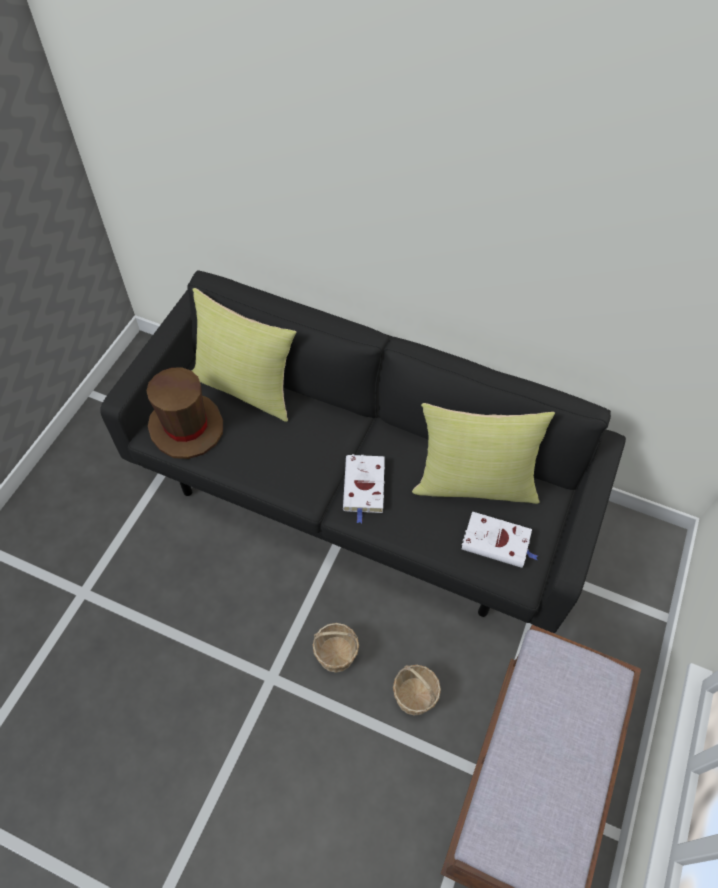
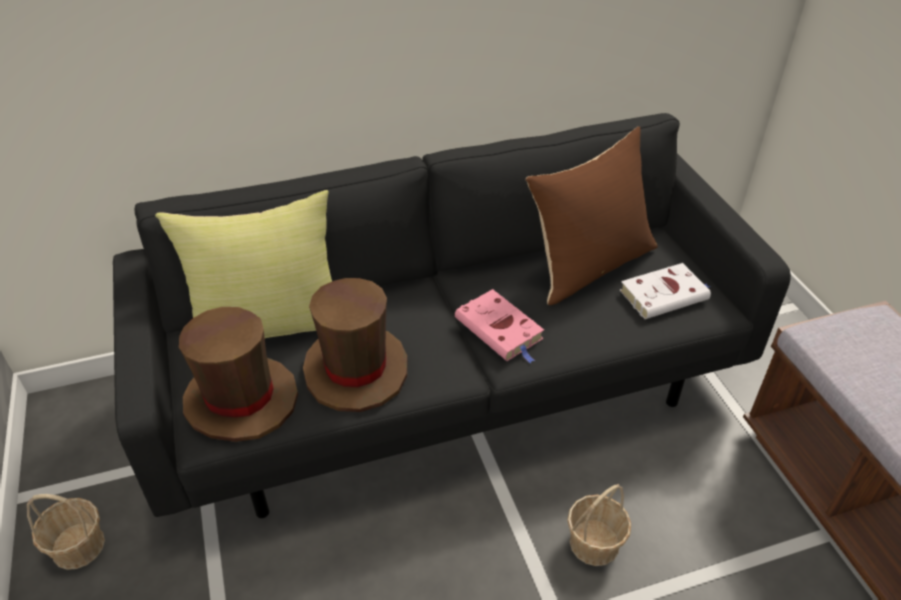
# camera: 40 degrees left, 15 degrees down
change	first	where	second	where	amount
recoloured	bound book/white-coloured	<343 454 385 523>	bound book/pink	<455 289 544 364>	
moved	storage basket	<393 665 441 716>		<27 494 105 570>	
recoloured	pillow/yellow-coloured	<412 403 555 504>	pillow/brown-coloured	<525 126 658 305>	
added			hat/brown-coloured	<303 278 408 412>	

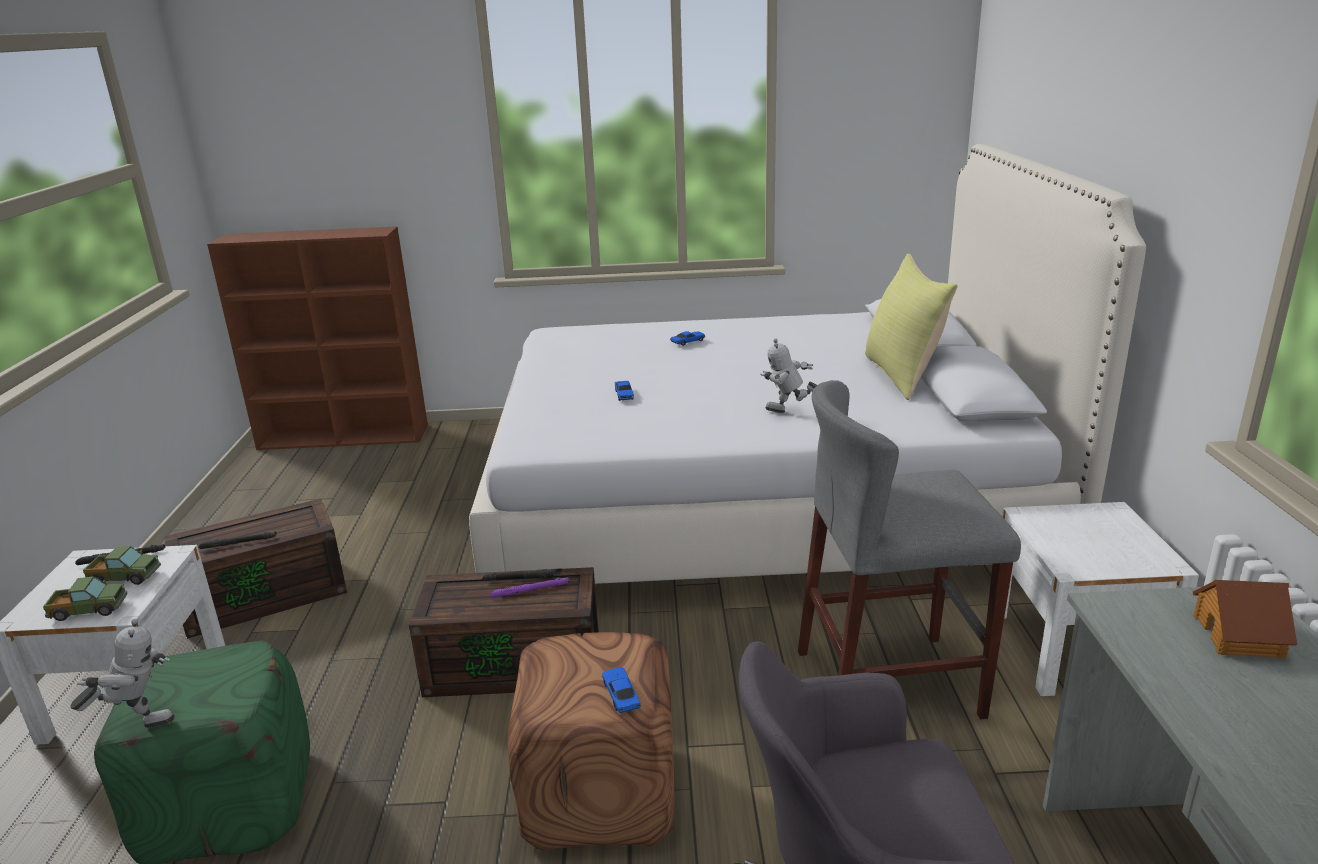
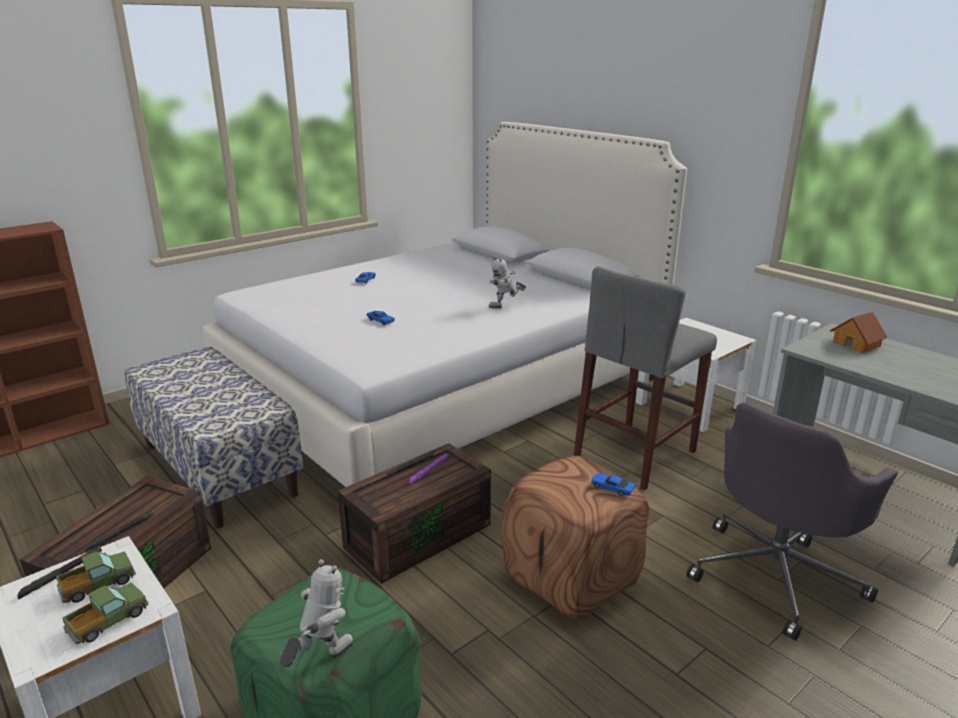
# camera: 40 degrees left, 0 degrees up
change	first	where	second	where	amount
removed	pillow/yellow-coloured	<865 254 958 400>			
added			long seat	<125 347 303 528>	

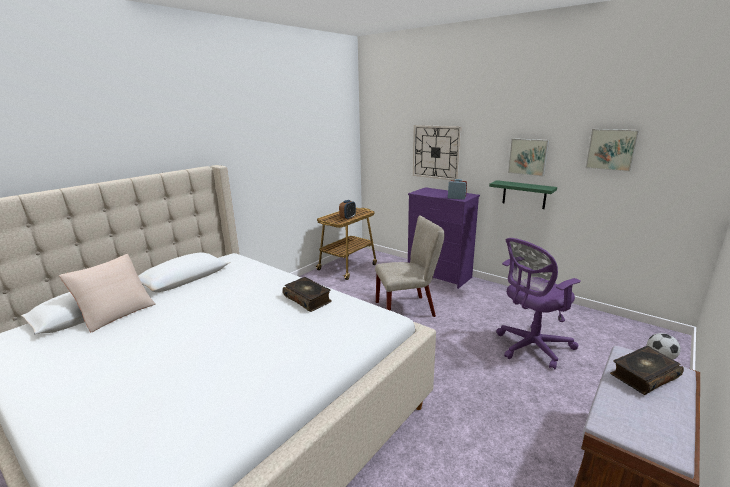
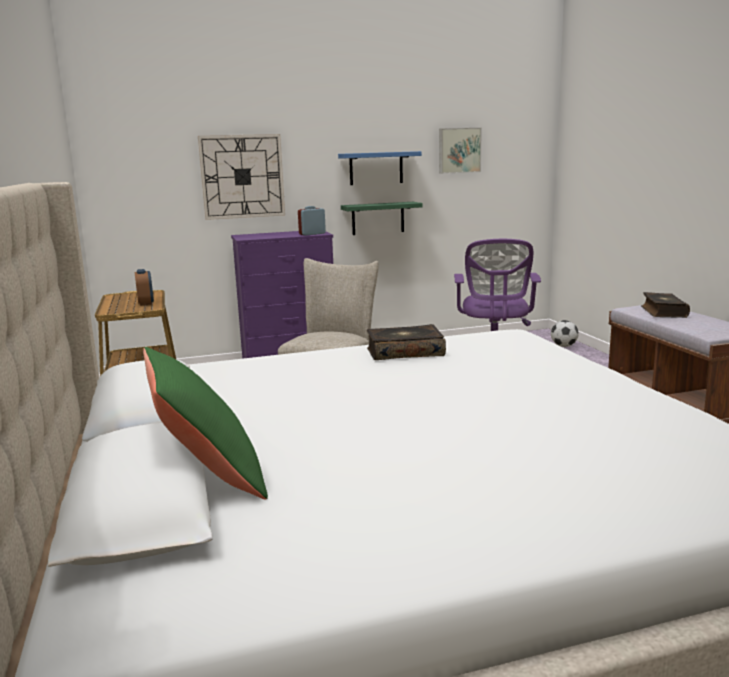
# camera: 55 degrees left, 5 degrees down
change	first	where	second	where	amount
recoloured	pillow/sand-coloured	<59 254 156 332>	pillow/greenish	<143 347 268 500>	
replaced	wall picture	<508 138 549 176>	wall shelf/blue-coloured	<338 151 422 185>	

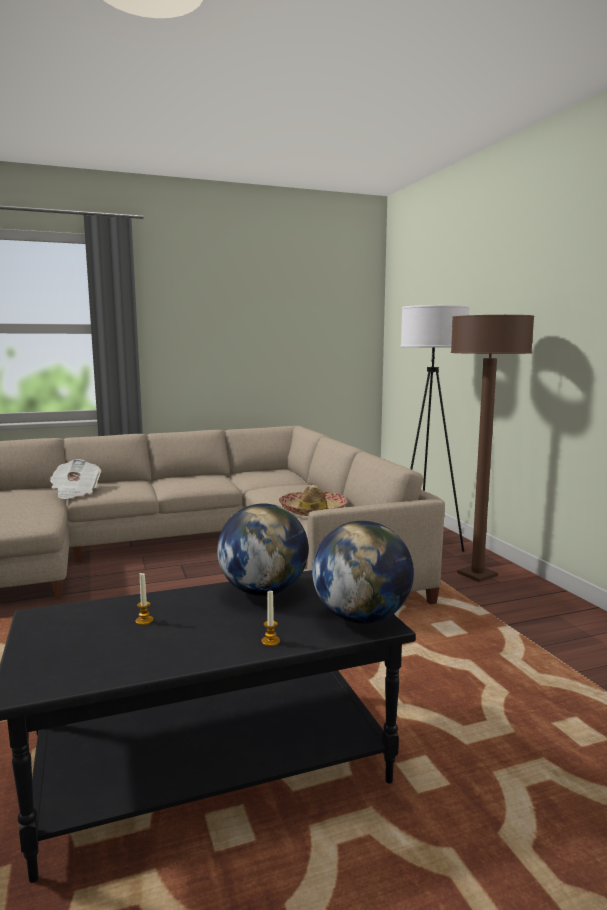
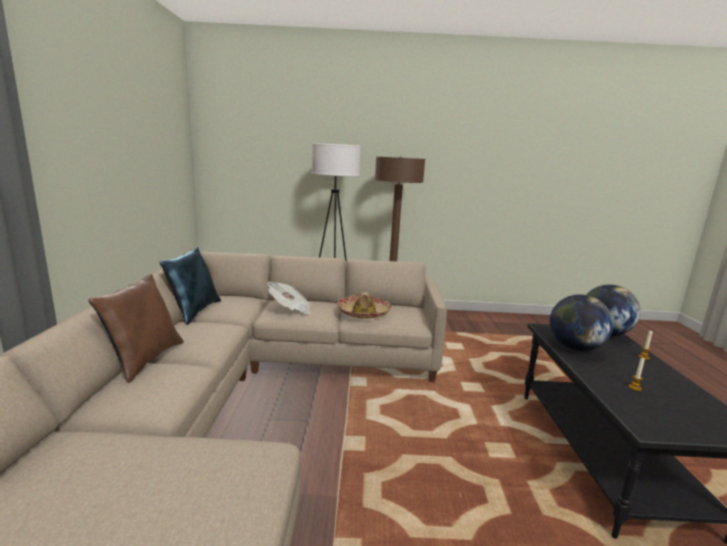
# camera: 70 degrees left, 5 degrees up
change	first	where	second	where	amount
moved	newspaper	<50 459 101 499>		<268 282 311 314>	
added			pillow/brown-coloured	<89 273 184 383>	
added			pillow/blue-coloured	<160 247 221 325>	

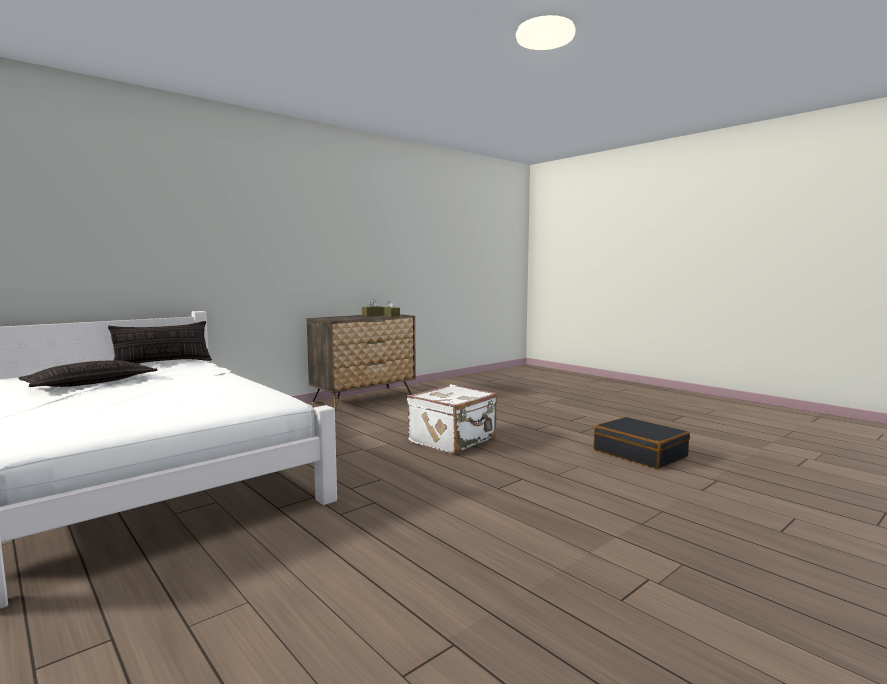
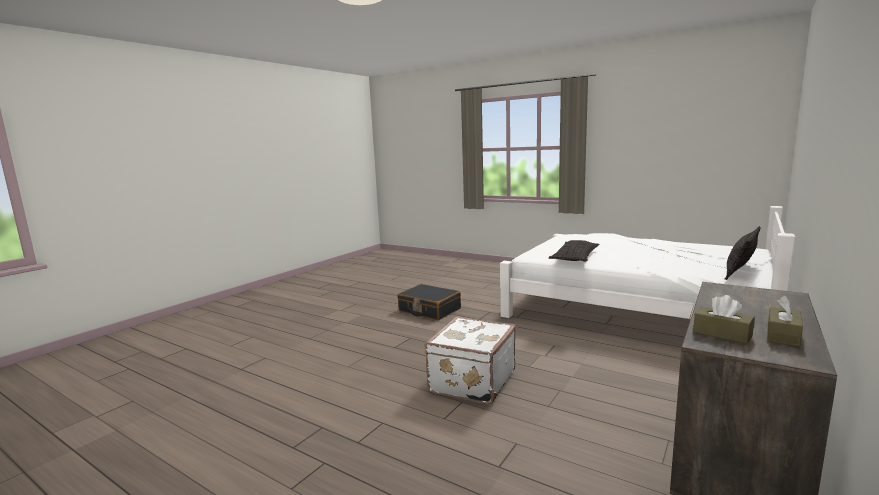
# camera: 165 degrees right, 5 degrees up
change	first	where	second	where	amount
moved	pillow	<19 360 157 387>		<549 240 599 262>	
moved	suitcase/blackish	<593 417 690 469>		<397 284 461 320>	

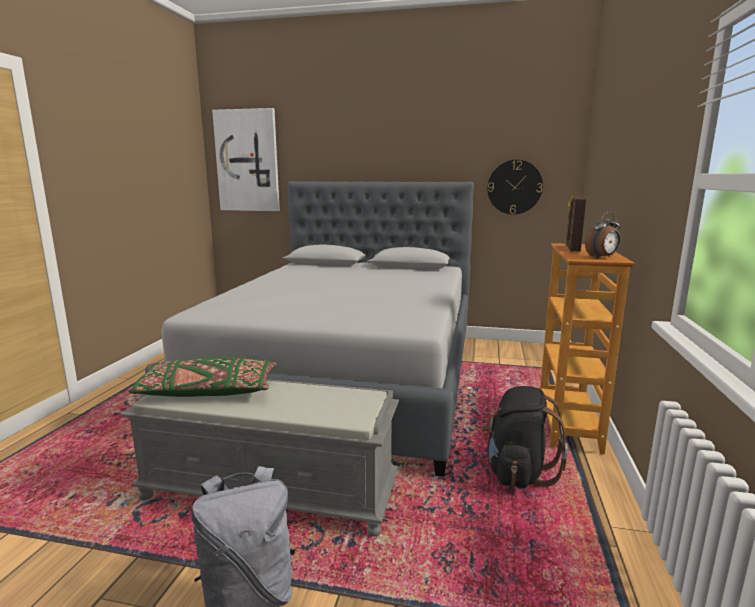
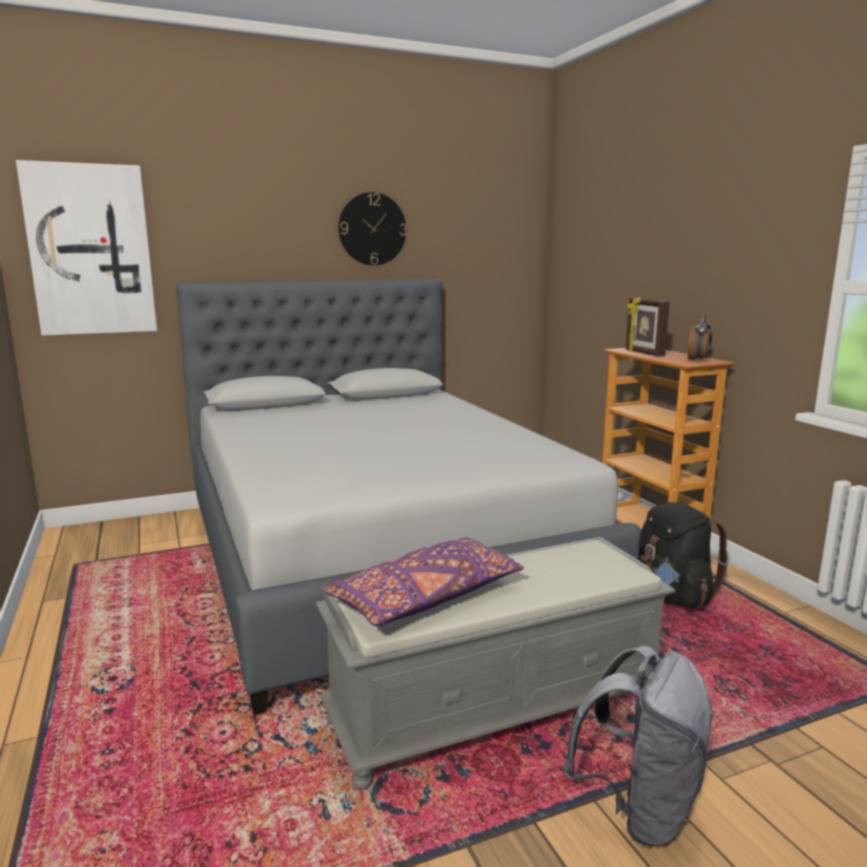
# camera: 35 degrees left, 0 degrees up
change	first	where	second	where	amount
recoloured	pillow/greenish	<128 357 277 397>	pillow/purple-coloured	<323 538 524 627>	
moved	hanging clock	<487 160 543 215>		<339 192 407 266>	

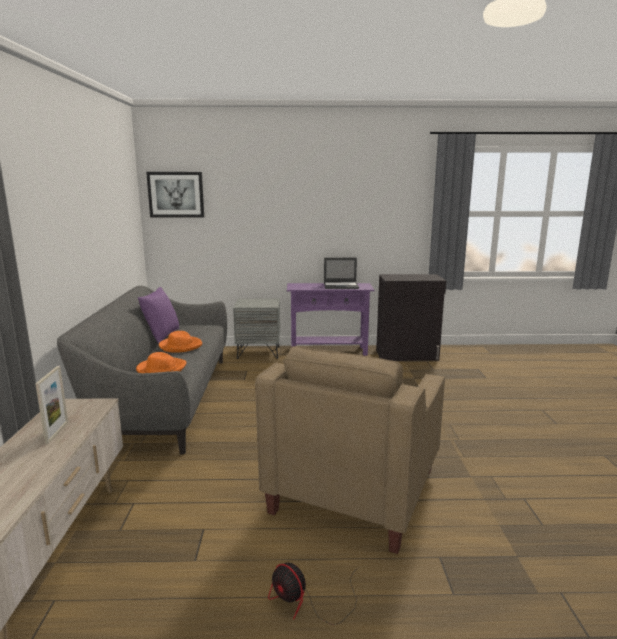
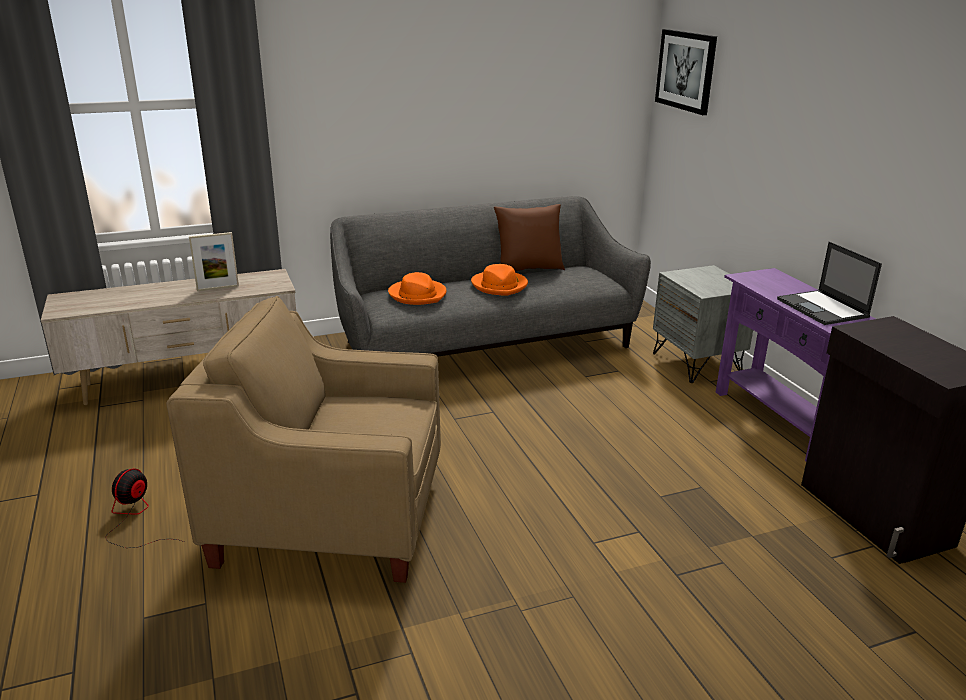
# camera: 70 degrees right, 10 degrees up
change	first	where	second	where	amount
recoloured	pillow/purple-coloured	<138 287 179 344>	pillow/brown-coloured	<494 204 565 271>	

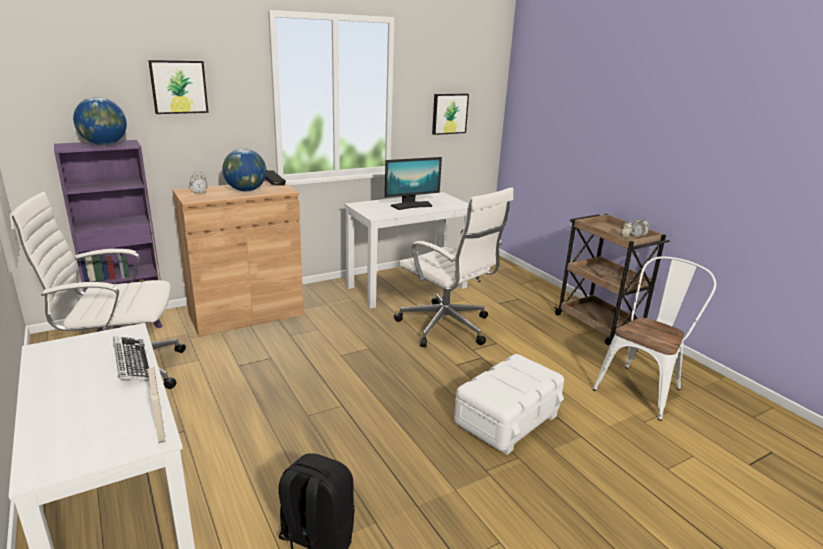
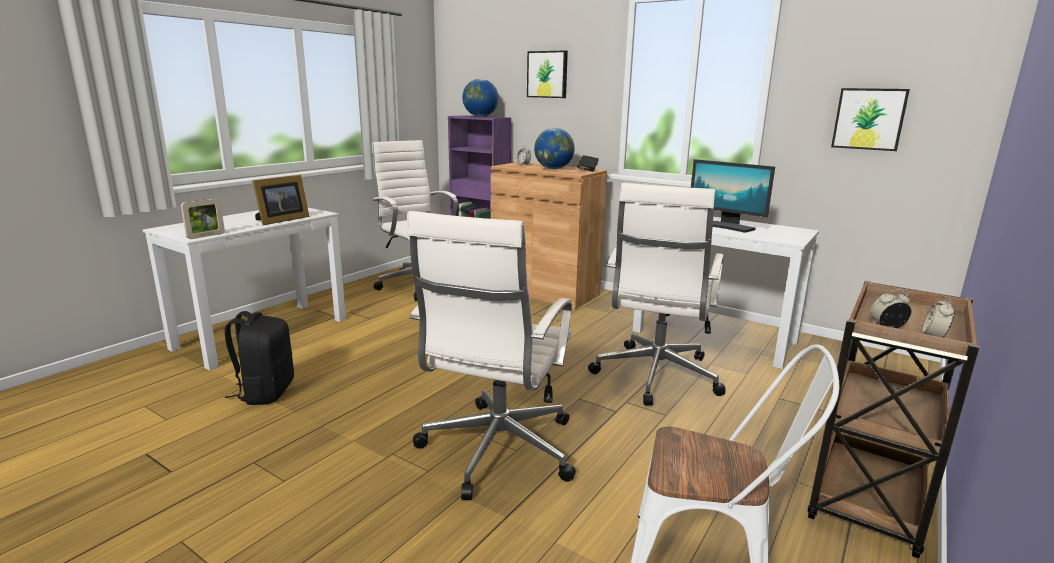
# camera: 65 degrees right, 5 degrees down
change	first	where	second	where	amount
replaced	keyboard	<113 336 150 381>	photo frame	<252 175 309 225>	
replaced	storage bin/white-coloured	<454 354 564 455>	computer chair/white-coloured	<407 211 576 500>	

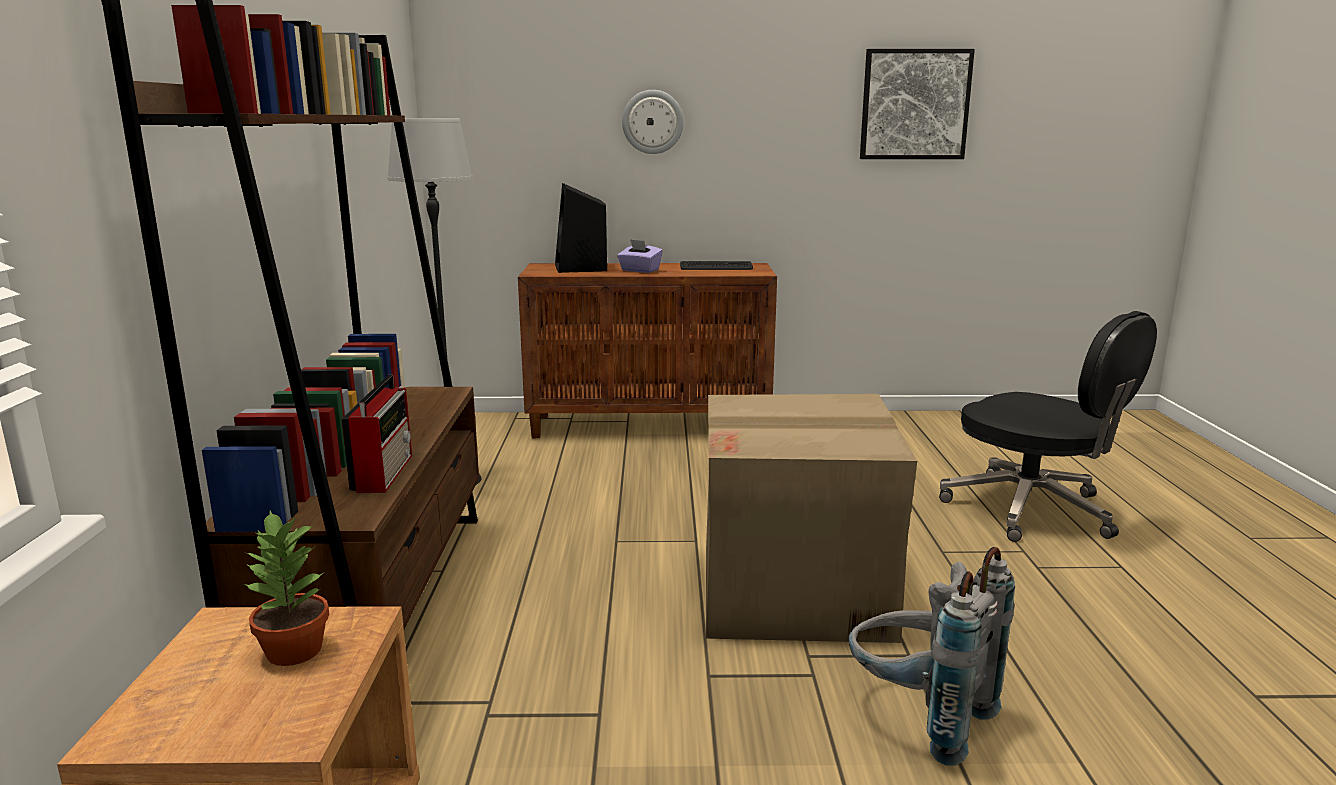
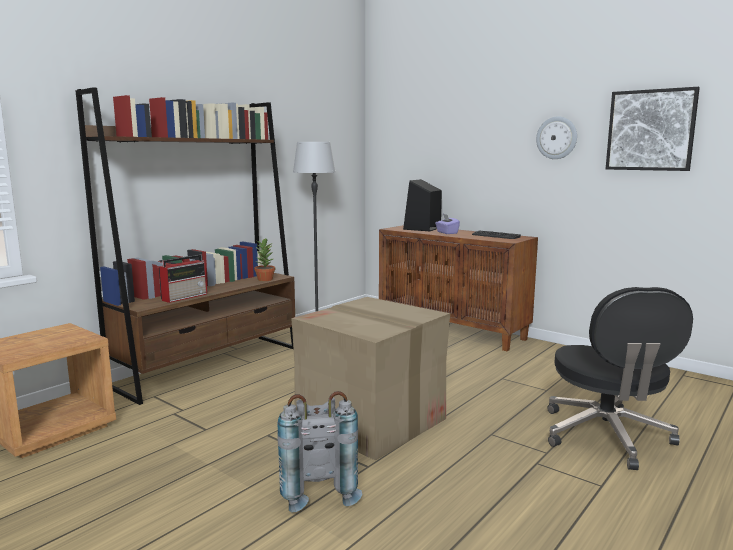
# camera: 40 degrees right, 5 degrees down
change	first	where	second	where	amount
moved	potted plant	<244 511 329 666>		<254 238 275 281>	
moved	hanging clock	<622 90 684 154>		<536 116 577 159>	

